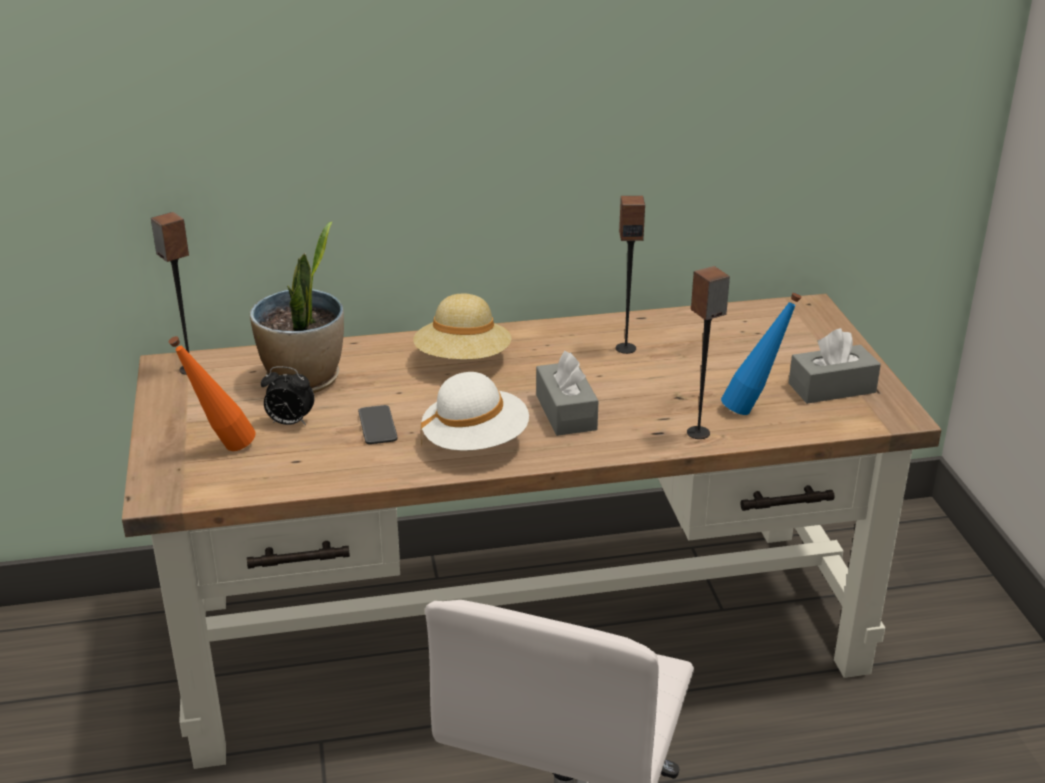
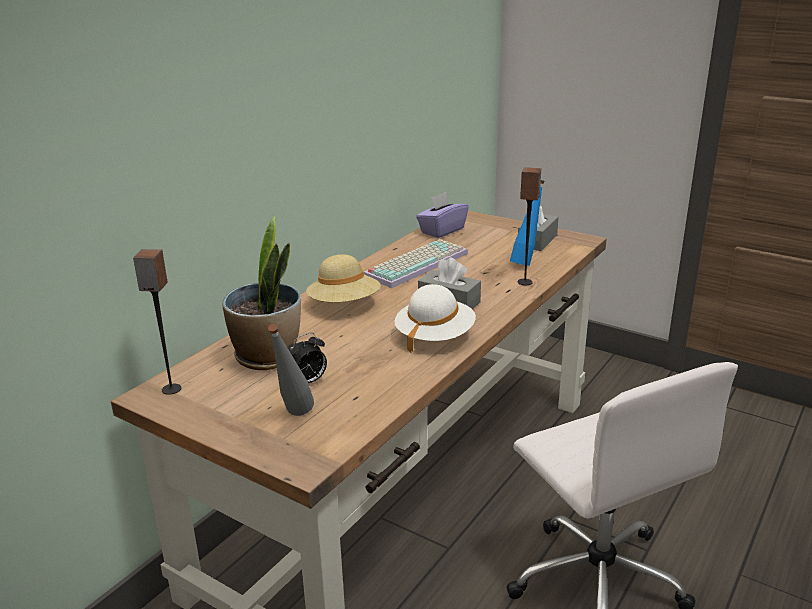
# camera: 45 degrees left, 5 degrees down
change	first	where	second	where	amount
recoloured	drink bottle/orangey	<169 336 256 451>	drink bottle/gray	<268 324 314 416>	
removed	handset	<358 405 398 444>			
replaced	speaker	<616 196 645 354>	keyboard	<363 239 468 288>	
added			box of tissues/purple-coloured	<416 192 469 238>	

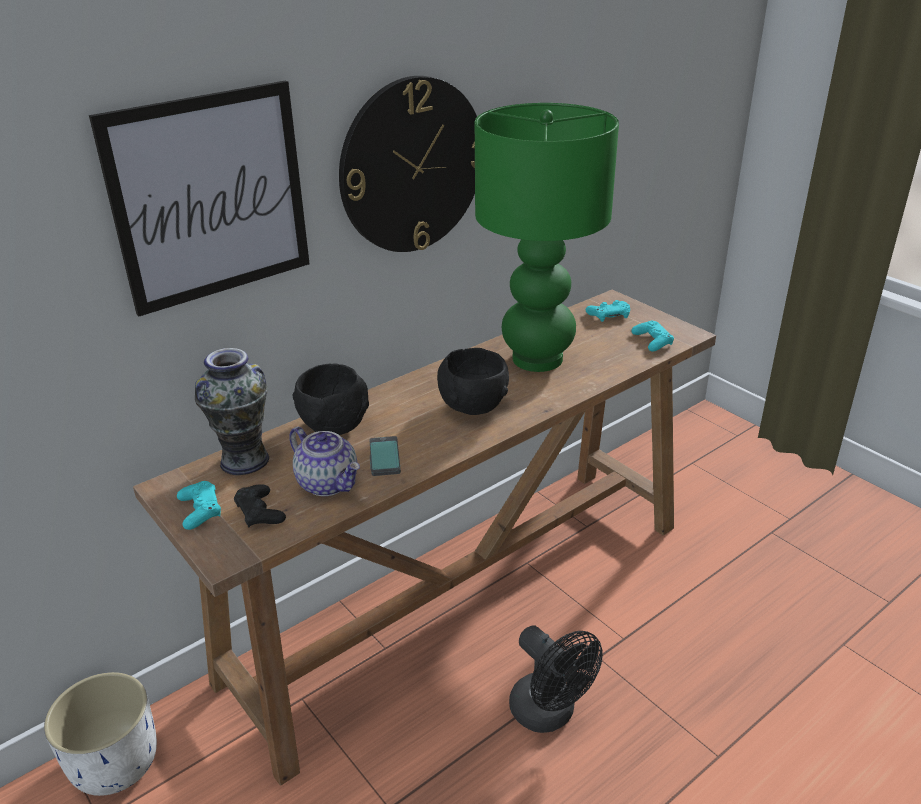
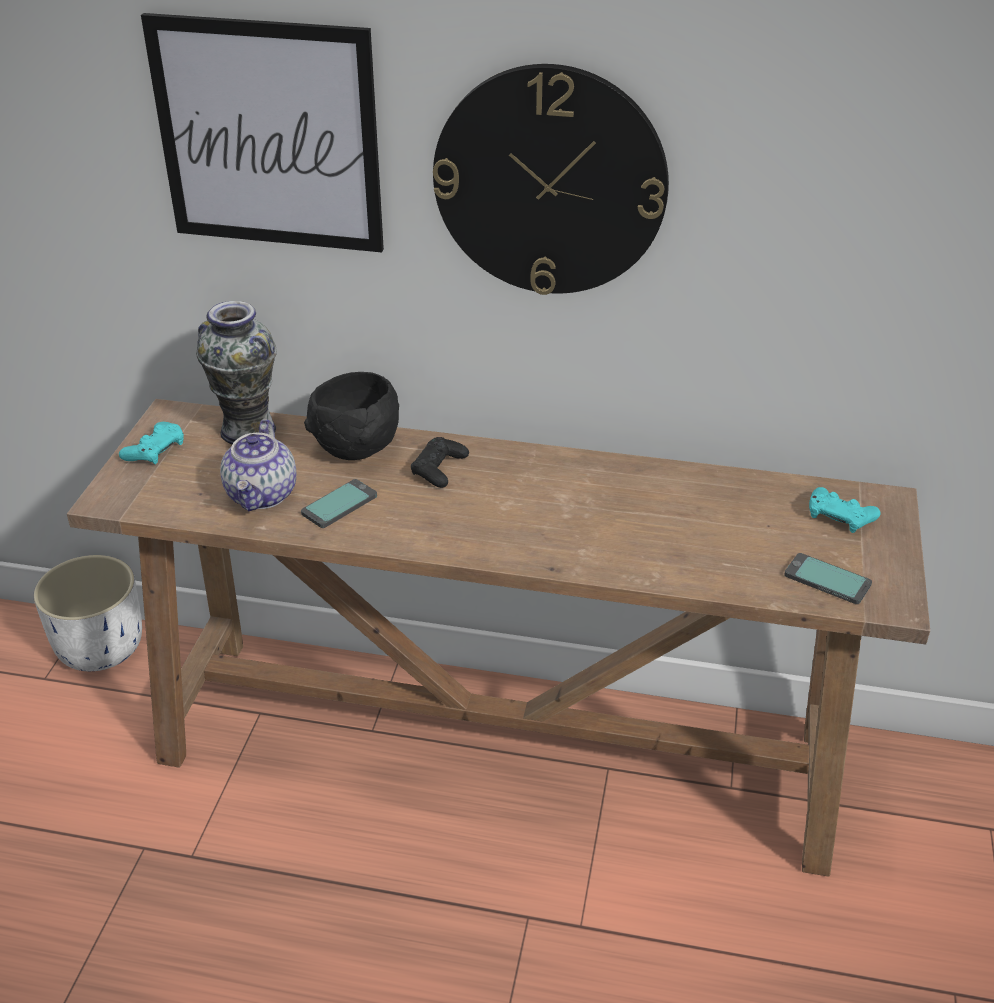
# camera: 50 degrees right, 5 degrees up
change	first	where	second	where	amount
moved	game controller/blackish	<234 484 286 528>		<411 437 469 488>	
removed	bowl/blackish	<437 348 509 415>			
removed	table lamp/greenish	<475 103 619 372>			
removed	fan/blackish	<509 625 603 733>			
replaced	game controller/blue-green	<631 321 674 352>	handset	<784 553 872 604>	

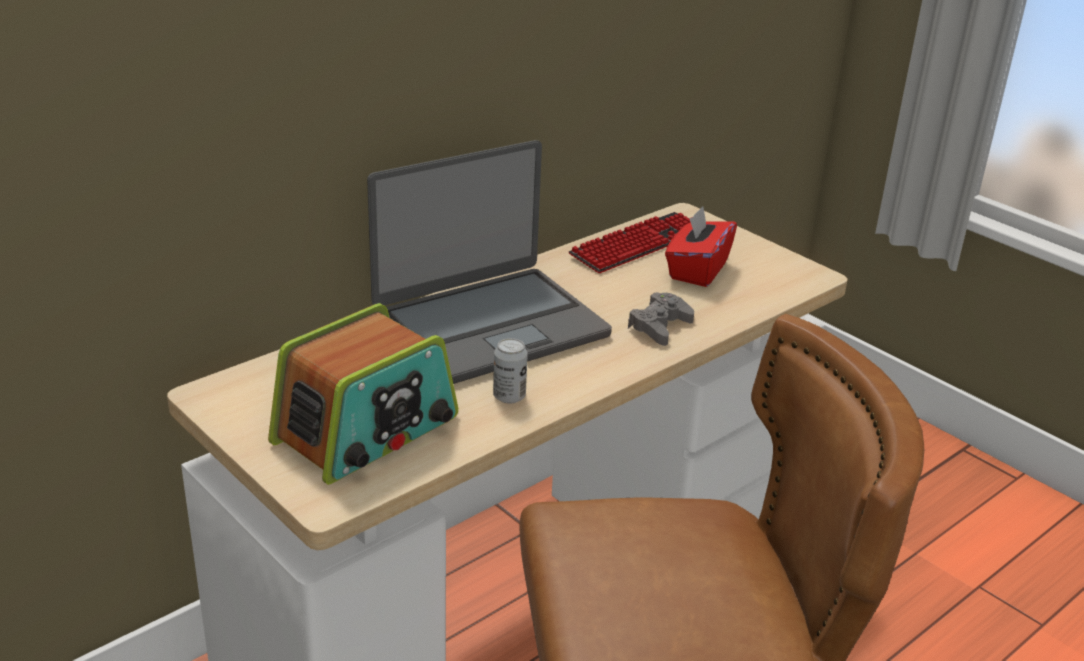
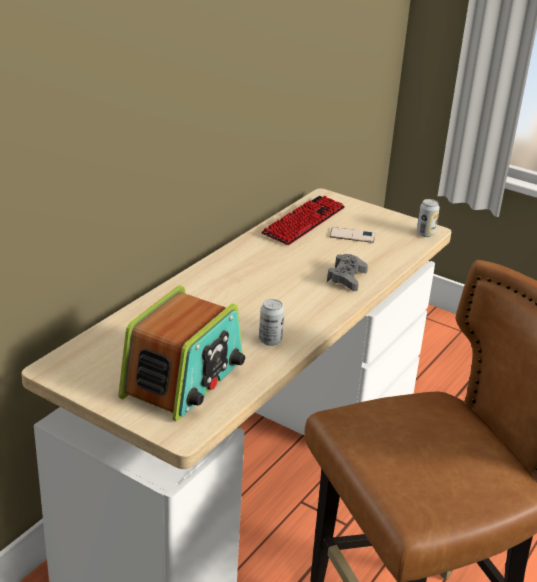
# camera: 15 degrees left, 0 degrees up
change	first	where	second	where	amount
removed	portable computer	<367 140 612 384>			
replaced	box of tissues/red-coloured	<665 206 737 287>	handset	<329 227 375 243>	
added			sealed can	<417 199 440 237>	

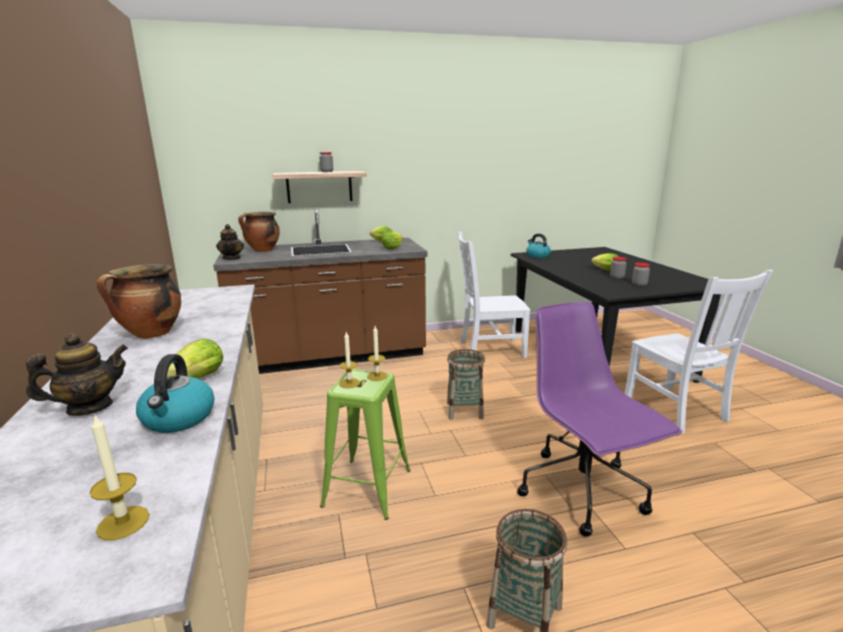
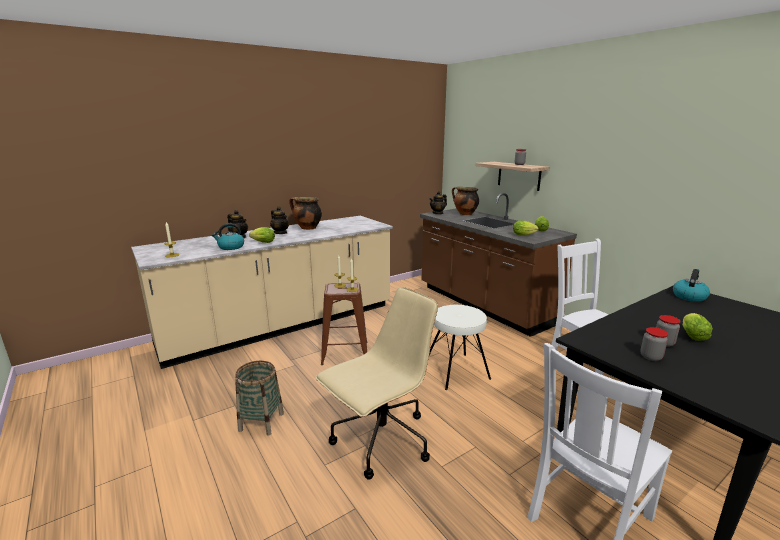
# camera: 70 degrees right, 0 degrees up
change	first	where	second	where	amount
recoloured	stool seat/greenish	<320 369 411 520>	stool seat/brown-coloured	<321 282 368 365>	
replaced	storage basket	<447 349 485 420>	stool seat/white-coloured	<429 305 491 390>	
recoloured	computer chair/purple-coloured	<517 302 682 536>	computer chair/sand-coloured	<315 287 438 480>	
added			tea pot	<270 207 289 234>	

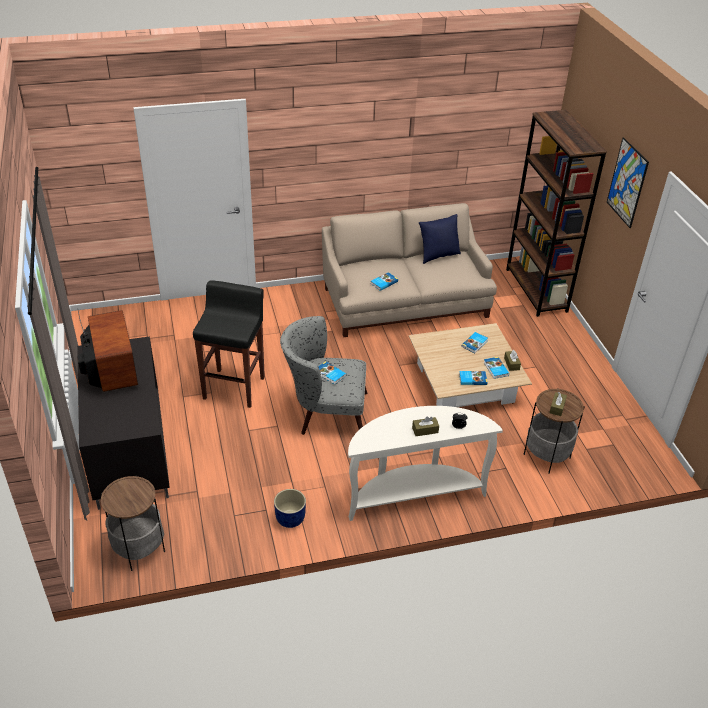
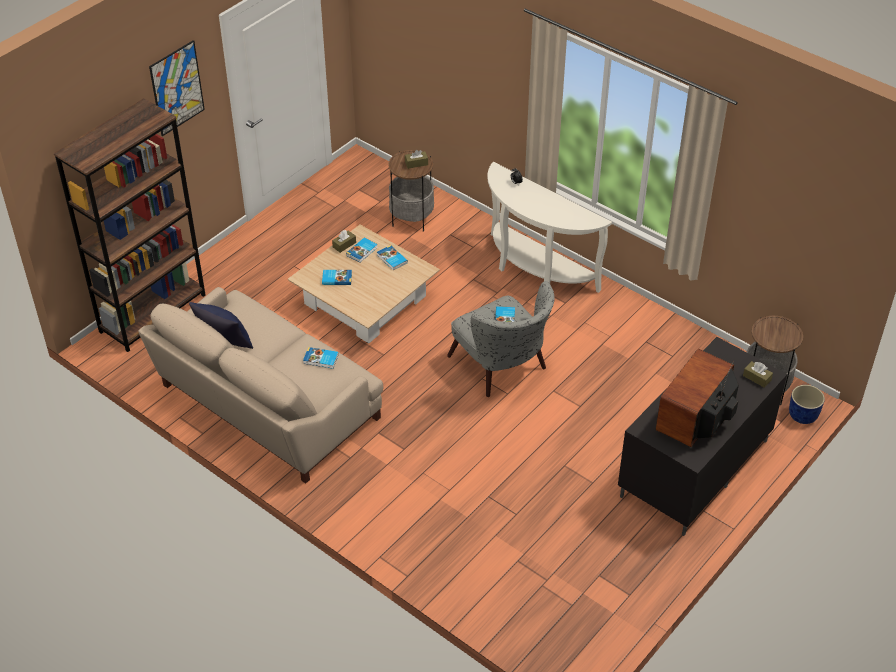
# camera: 125 degrees left, 5 degrees up
change	first	where	second	where	amount
removed	stool seat/blackish	<193 280 265 408>			
moved	planter/blue-coloured	<274 489 306 528>		<789 385 825 424>	
moved	box of tissues/brown-coloured	<412 416 439 436>		<743 361 773 388>	

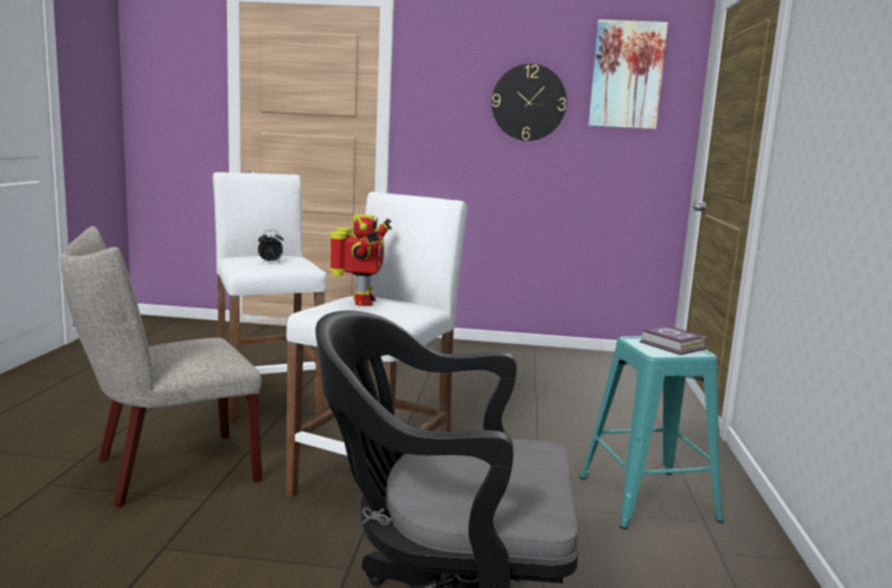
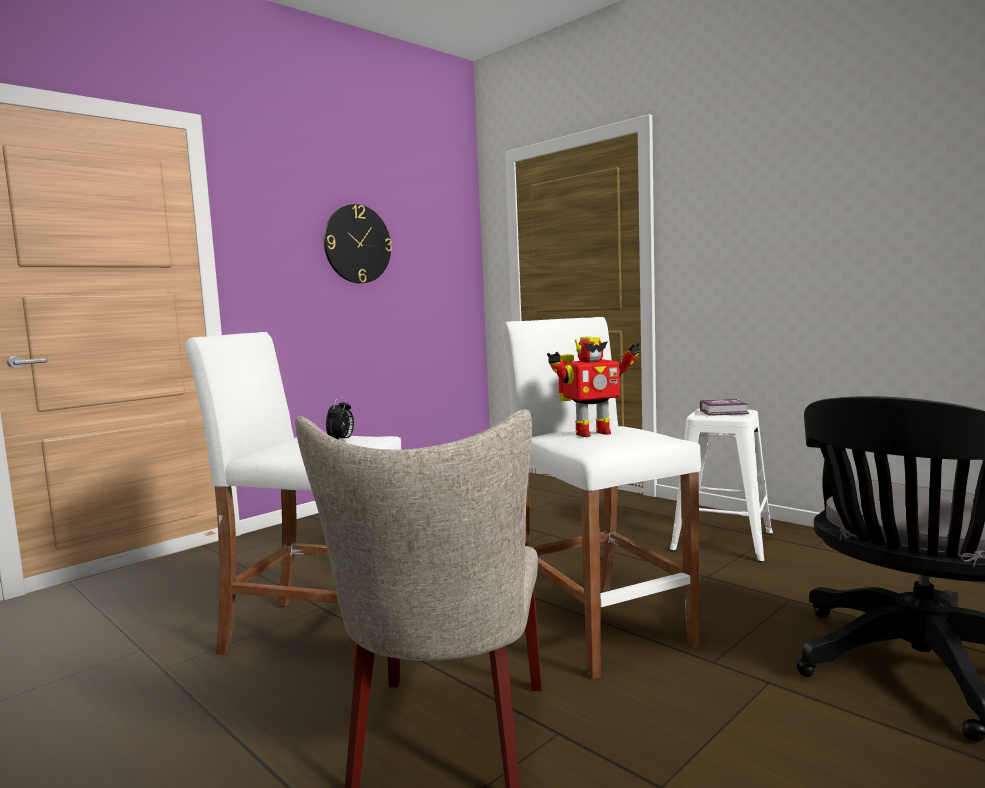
# camera: 50 degrees left, 5 degrees down
change	first	where	second	where	amount
turned	model robot	<330 214 392 306>		<547 337 641 437>	120 degrees clockwise
recoloured	stool seat/blue-green	<579 336 724 529>	stool seat/white-coloured	<670 409 773 563>	
removed	wall picture	<588 19 668 129>			

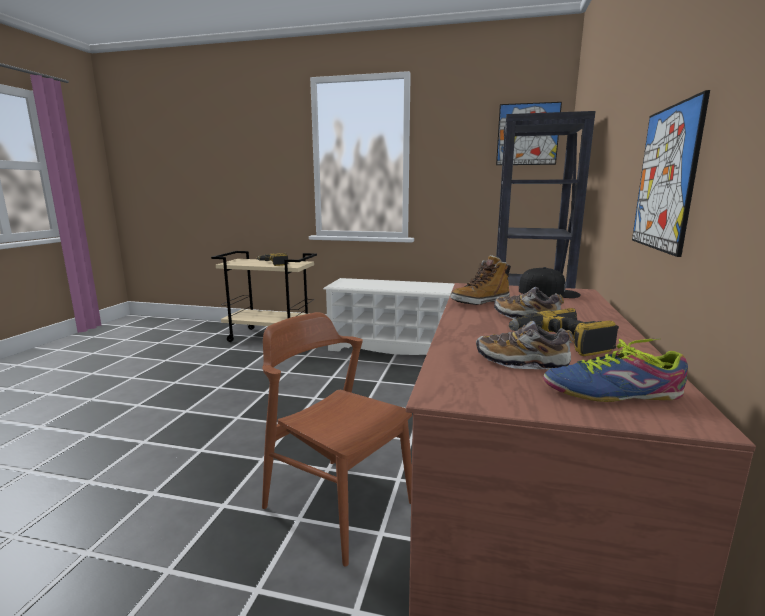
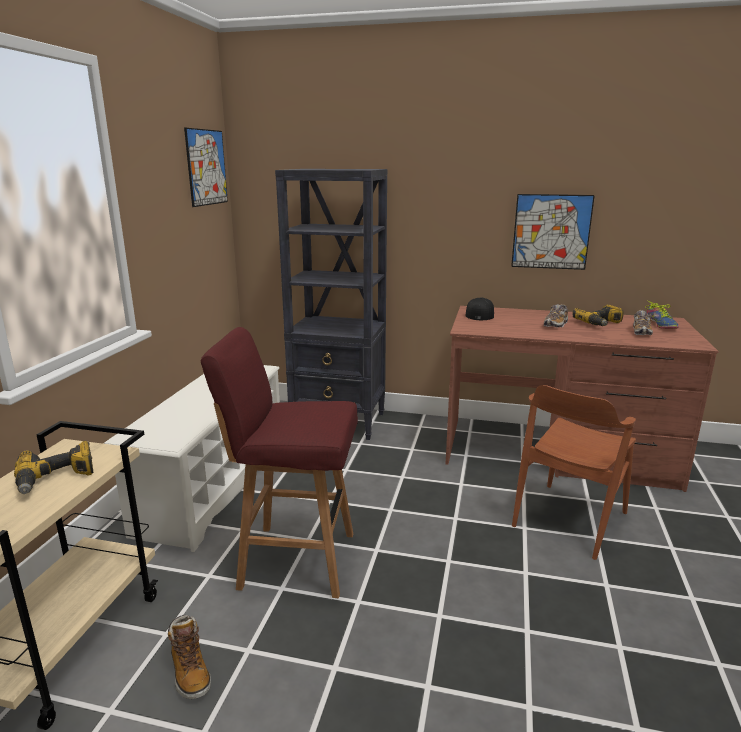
# camera: 90 degrees left, 5 degrees up
change	first	where	second	where	amount
moved	tall boot	<450 255 511 305>		<168 615 211 699>	
added			stool seat/red-coloured	<201 327 358 598>	

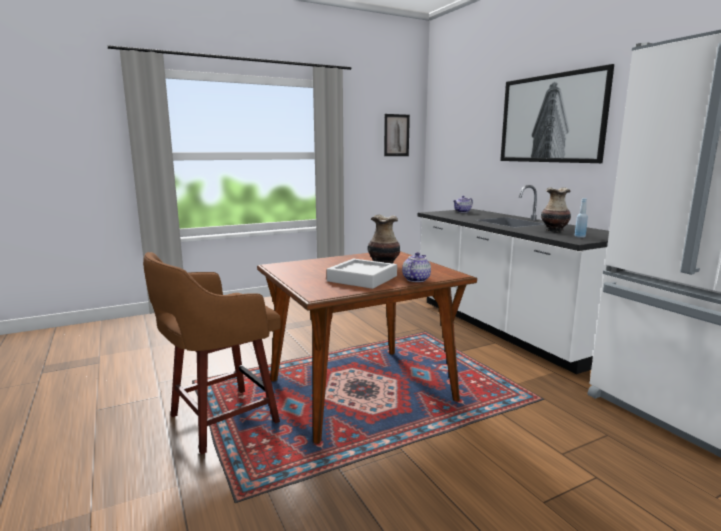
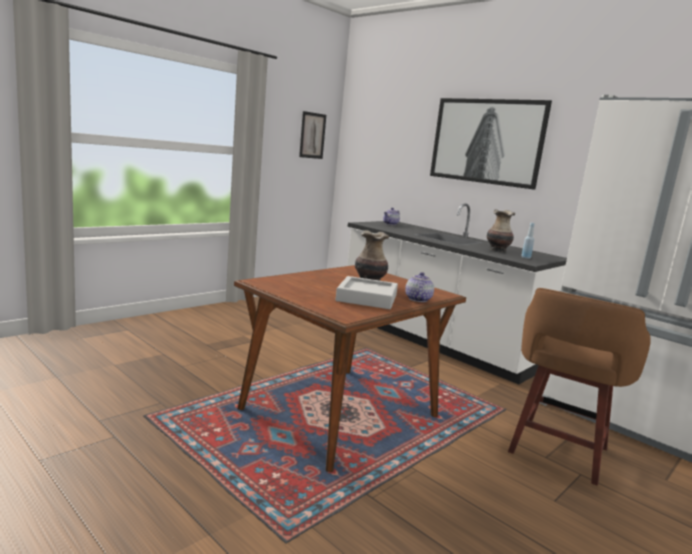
# camera: 20 degrees left, 0 degrees up
change	first	where	second	where	amount
moved	stool seat/brown-coloured	<143 252 281 454>		<508 288 651 485>	

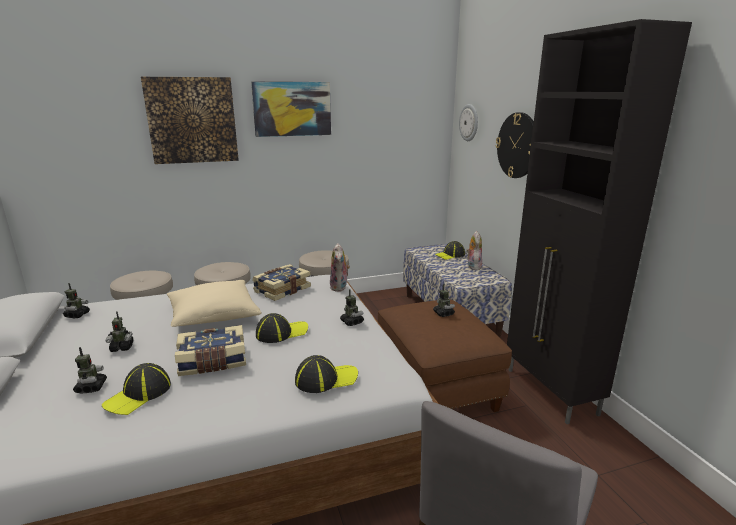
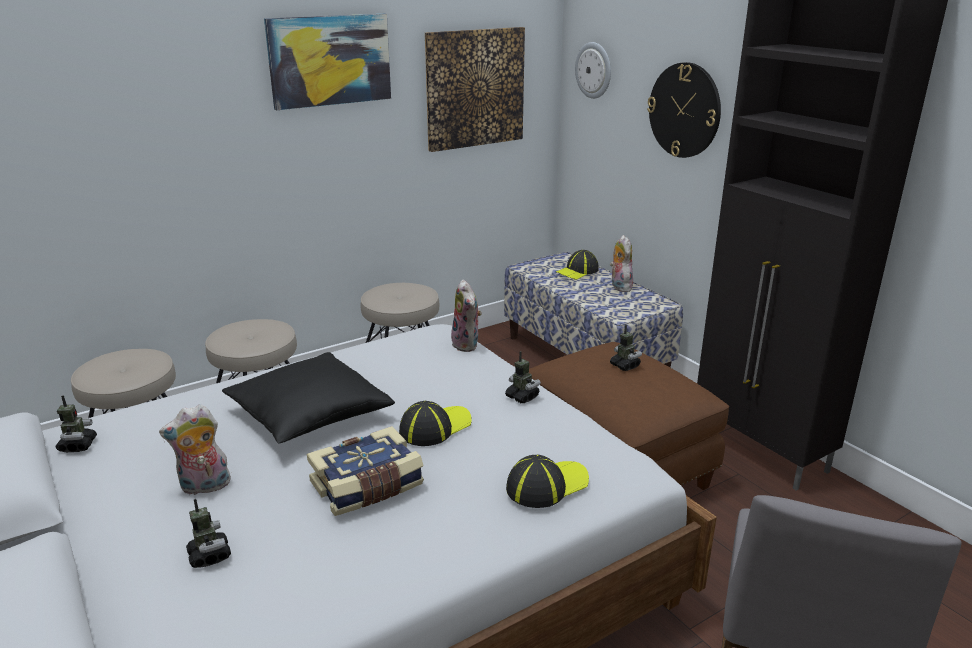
# camera: 15 degrees left, 5 degrees up
change	first	where	second	where	amount
removed	cap	<102 363 171 415>			
replaced	model robot	<106 311 133 352>	cuddly toy	<159 404 233 495>	
moved	wall picture	<141 77 239 164>		<425 27 525 152>	
recoloured	pillow/sand-coloured	<167 280 262 327>	pillow/blackish	<222 352 395 444>	
removed	bound book	<252 264 311 301>			

